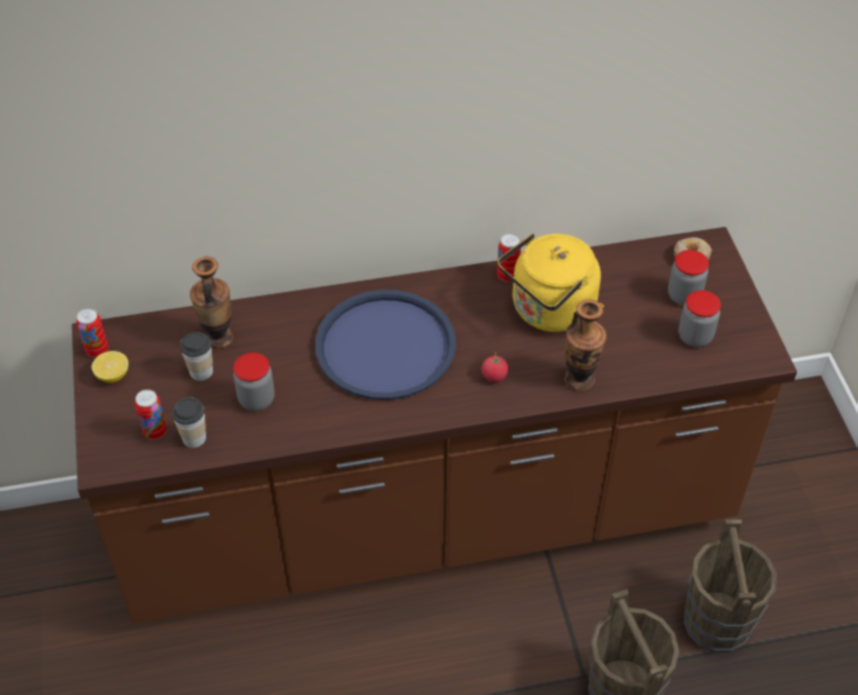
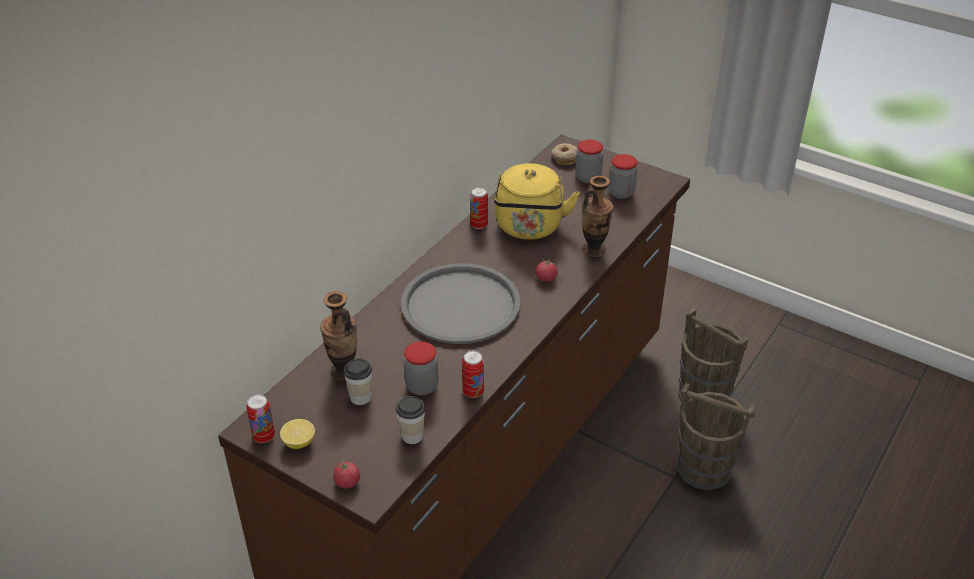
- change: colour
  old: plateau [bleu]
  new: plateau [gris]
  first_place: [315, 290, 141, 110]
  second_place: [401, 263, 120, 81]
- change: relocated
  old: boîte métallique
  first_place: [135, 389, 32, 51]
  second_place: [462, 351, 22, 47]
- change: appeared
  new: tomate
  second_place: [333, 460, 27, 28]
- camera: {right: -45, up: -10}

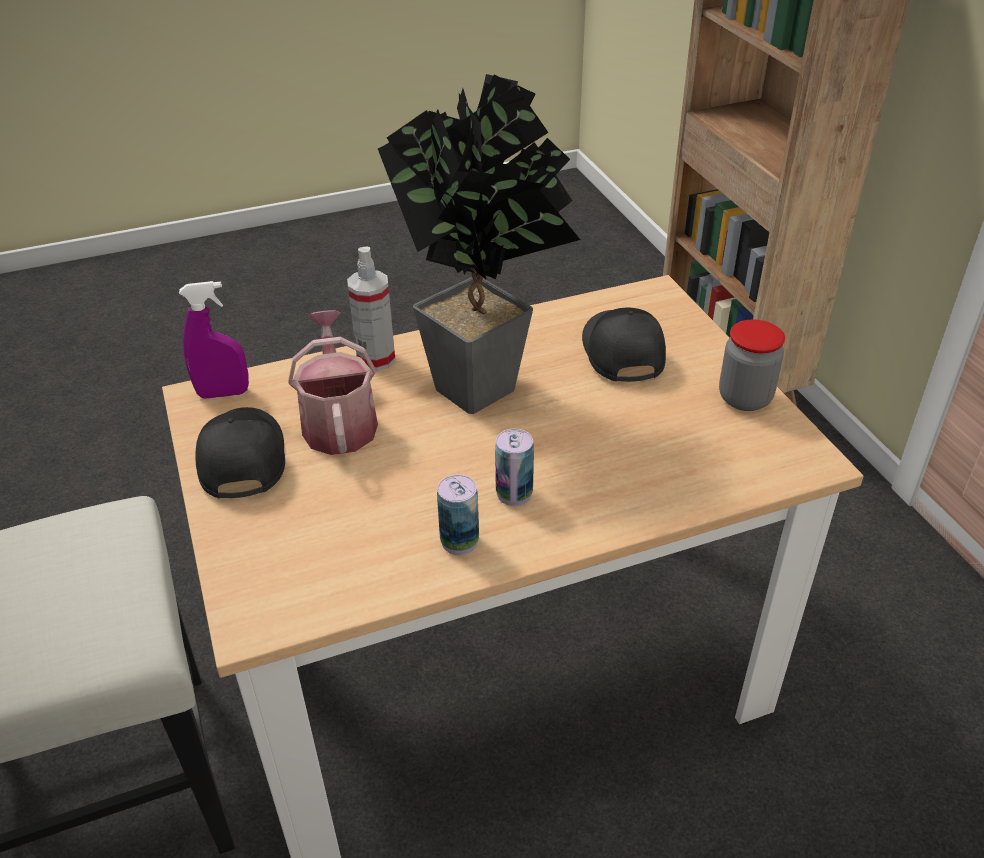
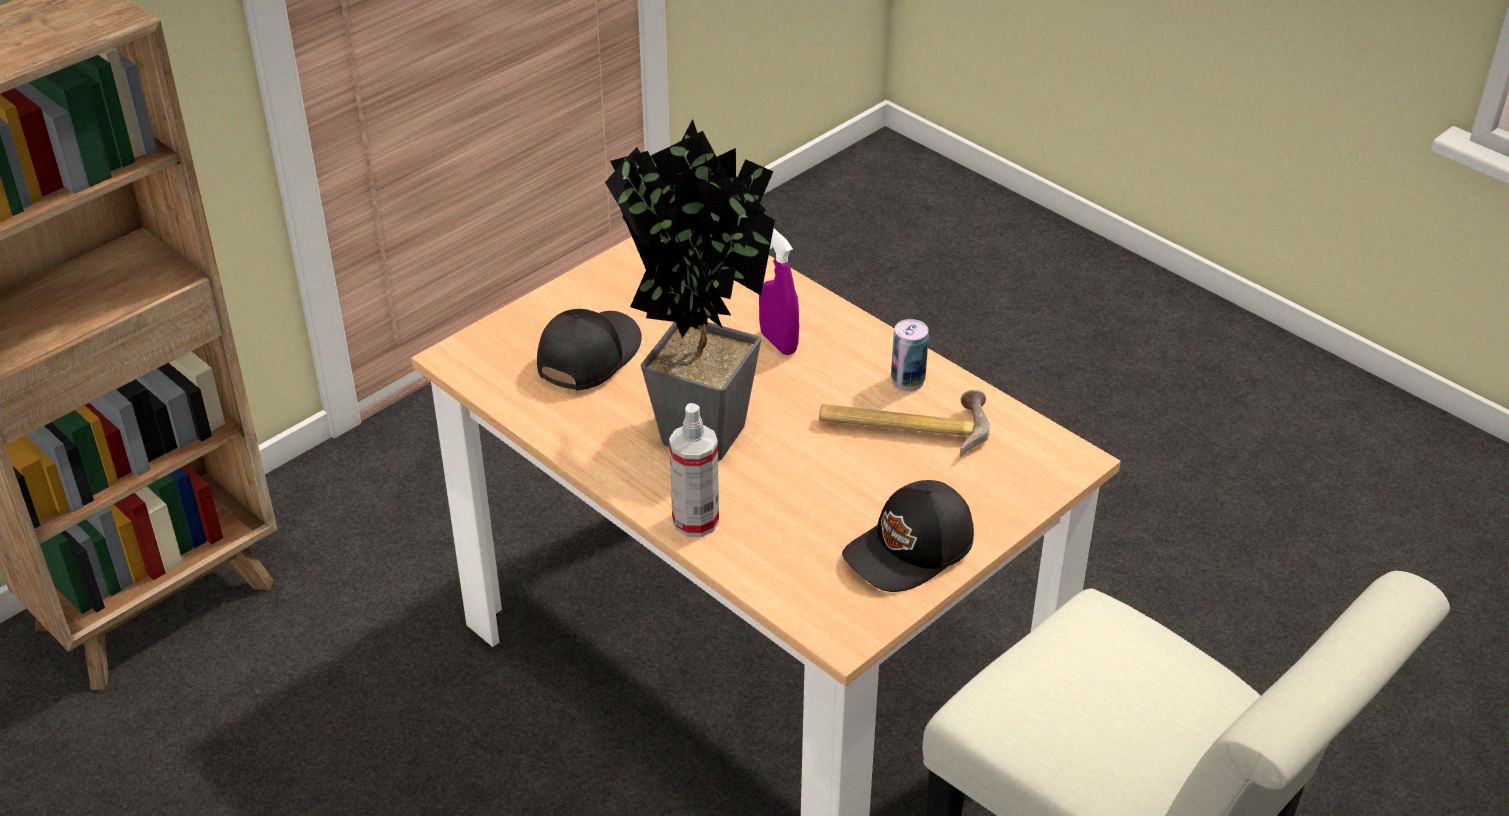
- change: relocated
  old: vaporisateur [violet]
  first_place: [179, 281, 70, 118]
  second_place: [759, 229, 40, 126]
- change: spun
  old: casquette [noir]
  first_place: [582, 308, 84, 74]
  second_place: [537, 309, 105, 81]
  degrees: 150
- change: missing
  old: arrosoir
  first_place: [288, 310, 90, 145]
- change: missing
  old: bocal
  first_place: [719, 320, 66, 91]
- change: missing
  old: boîte métallique
  first_place: [495, 429, 39, 77]
- change: appeared
  new: marteau
  second_place: [819, 389, 171, 68]
- camera: {right: -115, up: 0}

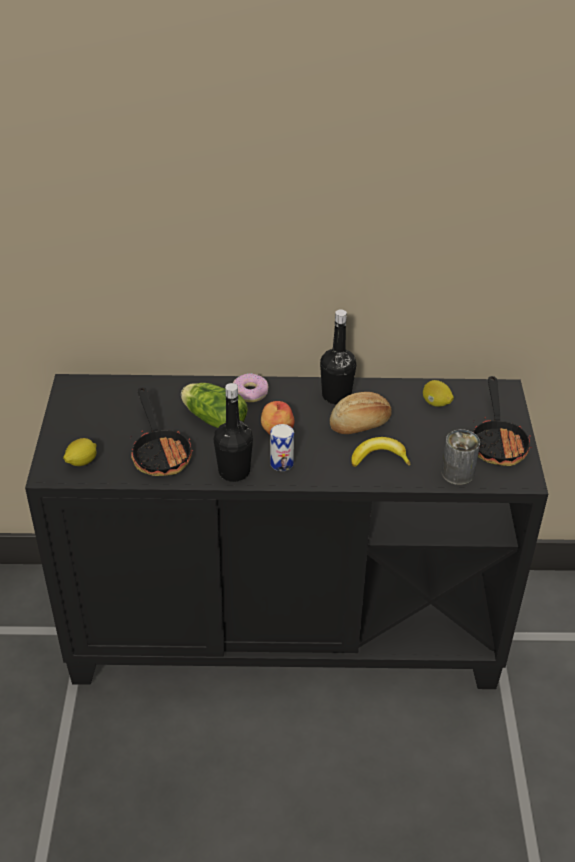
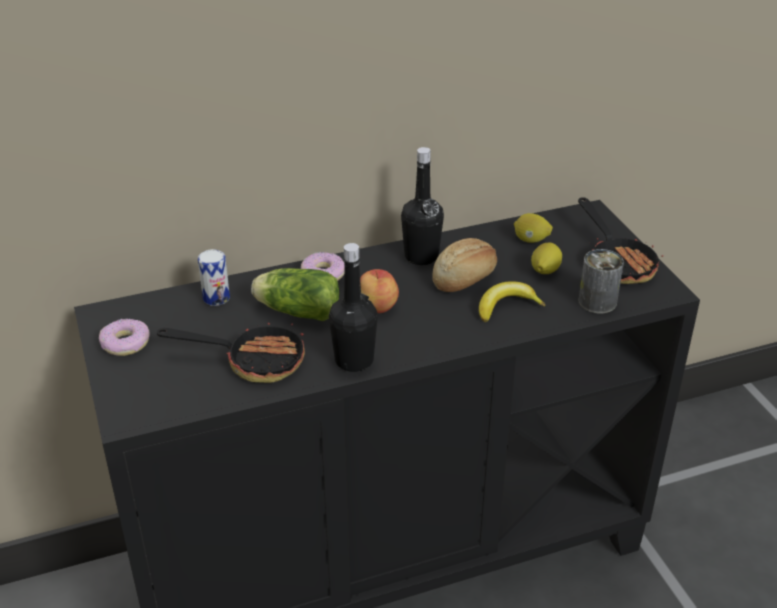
- change: spun
  old: poêle
  first_place: [131, 387, 62, 89]
  second_place: [157, 323, 148, 60]
  degrees: -45
- change: relocated
  old: boîte métallique
  first_place: [270, 424, 24, 47]
  second_place: [198, 249, 32, 57]
- change: relocated
  old: citron
  first_place: [63, 438, 34, 28]
  second_place: [531, 243, 31, 31]
- change: appeared
  new: beignet
  second_place: [99, 319, 51, 37]
- camera: {right: -20, up: -5}

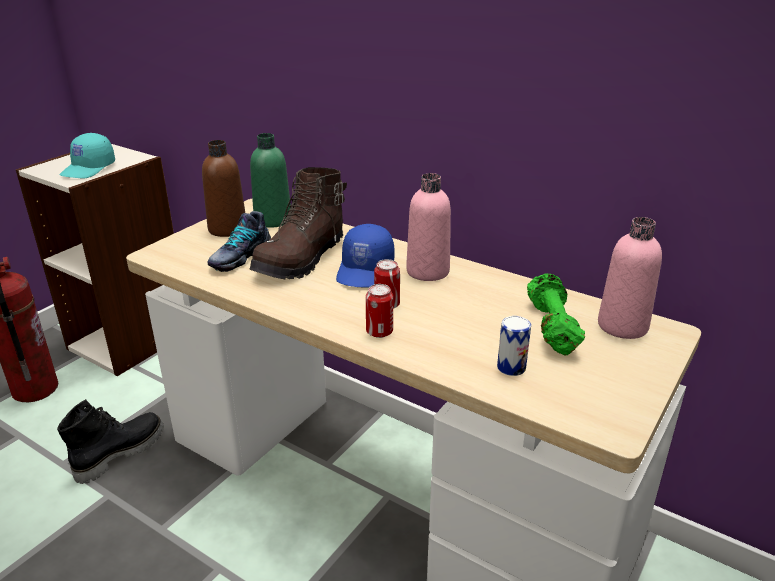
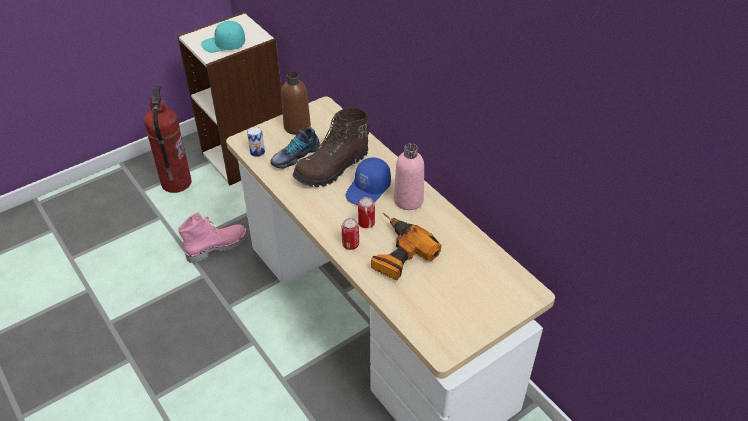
- change: spun
  old: casquette [turquoise]
  first_place: [59, 133, 56, 45]
  second_place: [201, 21, 44, 31]
  degrees: 45
- change: missing
  old: bouteille [vert]
  first_place: [250, 133, 41, 95]
- change: missing
  old: bouteille [rose]
  first_place: [598, 217, 64, 122]
- change: missing
  old: haltère [vert]
  first_place: [527, 273, 58, 83]
- change: relocated
  old: boîte métallique
  first_place: [497, 316, 34, 60]
  second_place: [247, 127, 18, 30]
- change: colour
  old: botte [noir]
  new: botte [rose]
  first_place: [57, 399, 107, 85]
  second_place: [178, 212, 70, 51]
- change: appeared
  new: perceuse
  second_place: [371, 213, 70, 68]
- camera: {right: 20, up: 15}

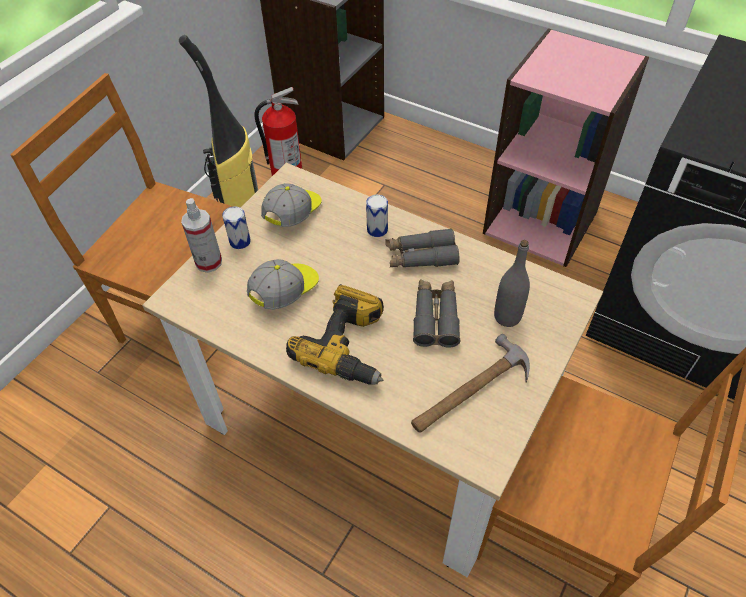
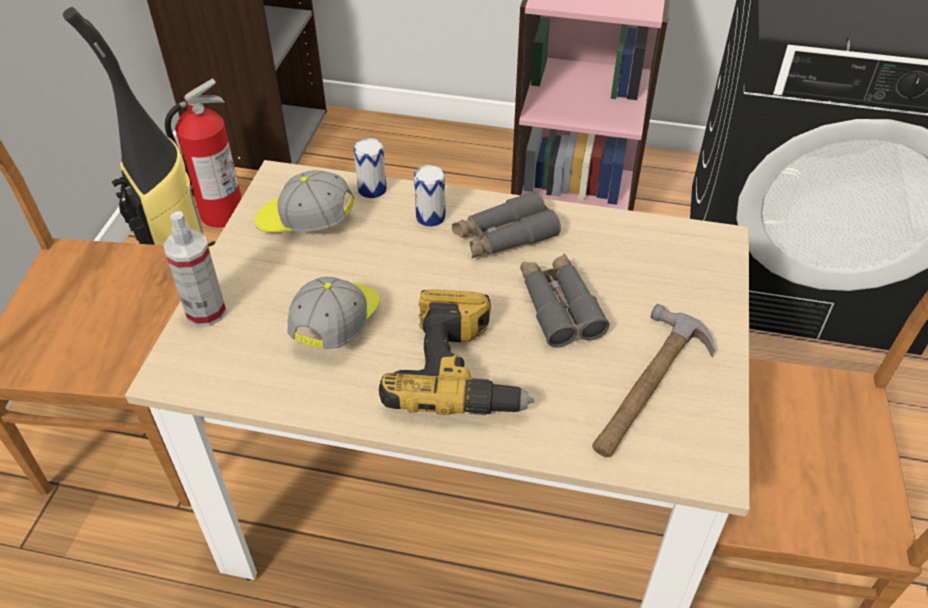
- change: spun
  old: casquette
  first_place: [261, 183, 61, 44]
  second_place: [254, 170, 100, 62]
  degrees: -90
- change: relocated
  old: boîte métallique
  first_place: [222, 206, 29, 43]
  second_place: [353, 138, 34, 60]
- change: missing
  old: bouteille [gris]
  first_place: [494, 240, 36, 87]
- camera: {right: -20, up: -5}

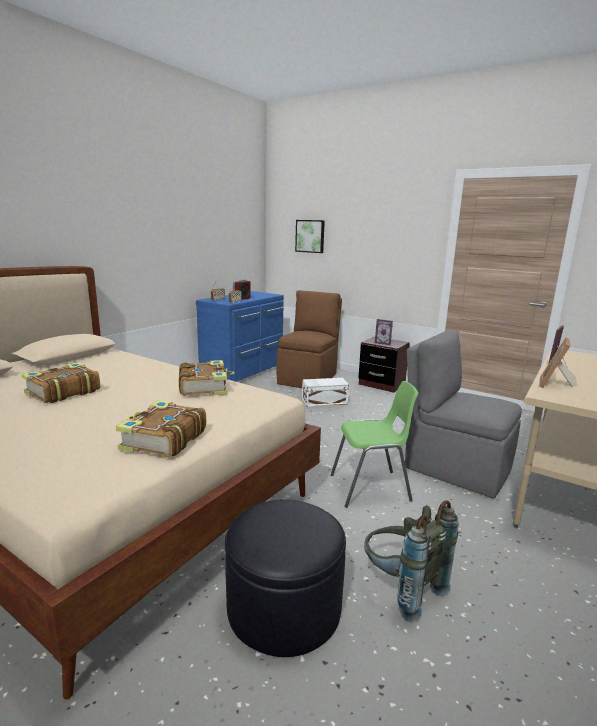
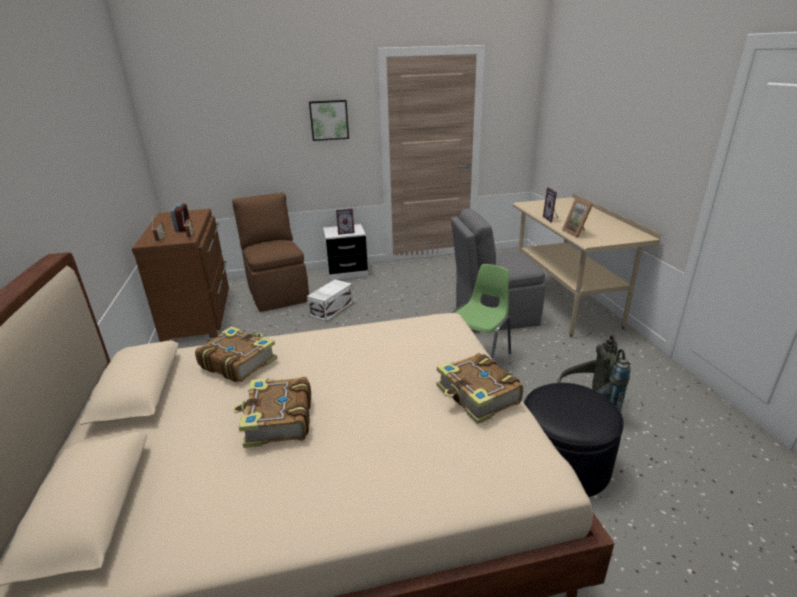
- change: relocated
  old: tableau
  first_place: [295, 220, 30, 33]
  second_place: [309, 100, 40, 41]
- change: colour
  old: commode [bleu]
  new: commode [marron]
  first_place: [196, 291, 88, 91]
  second_place: [132, 209, 97, 133]
- change: colour
  old: table de chevet [marron]
  new: table de chevet [blanc]
  first_place: [358, 336, 52, 57]
  second_place: [323, 224, 45, 56]
- change: relocated
  old: livre
  first_place: [179, 360, 56, 36]
  second_place: [195, 326, 82, 56]
- camera: {right: -45, up: 10}

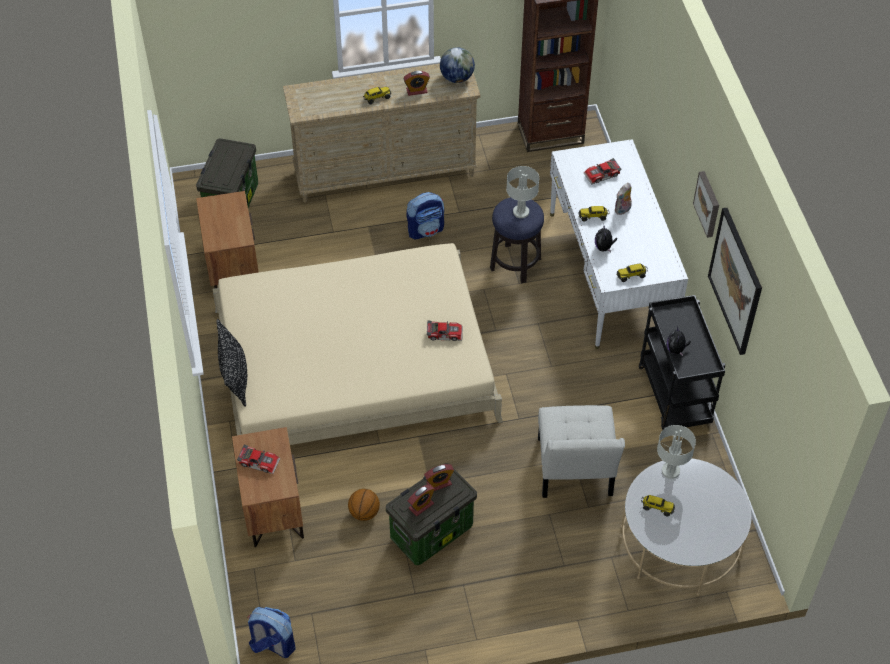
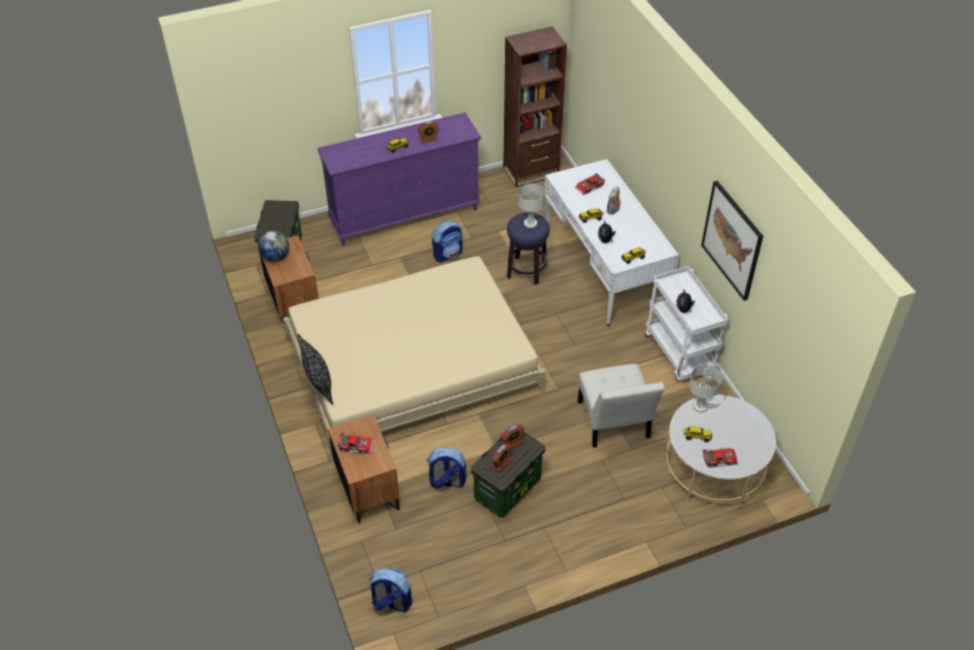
- change: relocated
  old: globe
  first_place: [440, 47, 35, 36]
  second_place: [258, 231, 31, 31]
- change: colour
  old: commode [beige]
  new: commode [violet]
  first_place: [283, 64, 198, 138]
  second_place: [318, 112, 163, 134]
- change: missing
  old: tableau
  first_place: [693, 171, 26, 67]
- change: colour
  old: chariot [noir]
  new: chariot [blanc]
  first_place: [639, 295, 86, 135]
  second_place: [645, 266, 83, 115]
- change: relocated
  old: petite voiture
  first_place: [427, 320, 36, 21]
  second_place: [703, 448, 35, 20]
- change: exchanged
  old: ballon de basket
  new: sac à dos
  first_place: [348, 489, 32, 32]
  second_place: [427, 447, 39, 41]
- camera: {right: -10, up: -5}

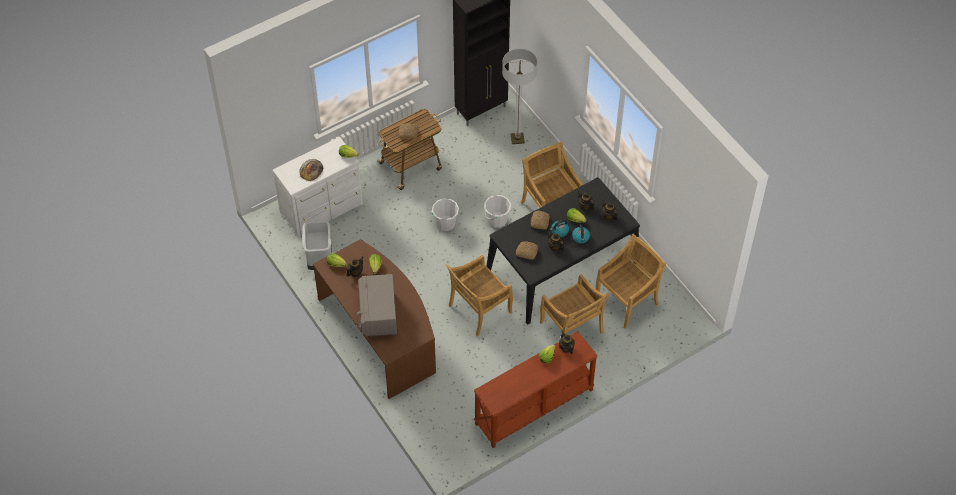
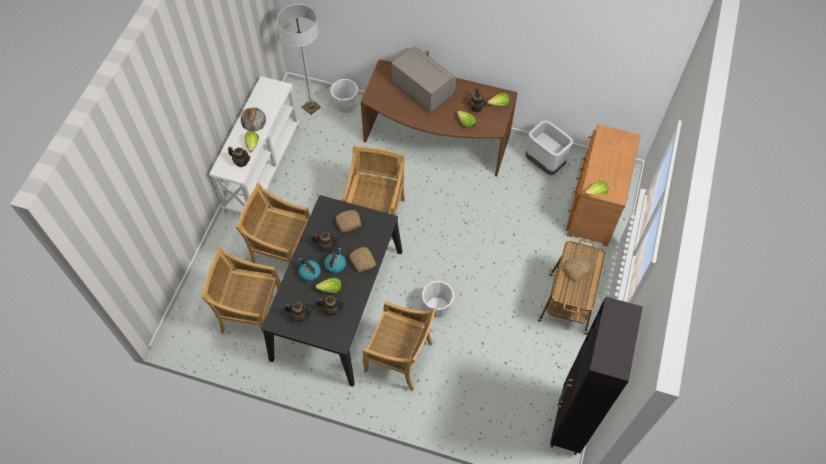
- change: relocated
  old: lampadaire
  first_place: [502, 48, 36, 96]
  second_place: [277, 4, 44, 111]
- change: colour
  old: commode [blanc]
  new: commode [marron]
  first_place: [272, 137, 91, 100]
  second_place: [566, 124, 75, 122]
- change: relocated
  old: pain
  first_place: [299, 159, 25, 22]
  second_place: [241, 107, 25, 24]
- change: relocated
  old: seau [blanc]
  first_place: [431, 198, 28, 33]
  second_place: [331, 79, 28, 34]
- change: spun
  old: chaise [beige]
  first_place: [596, 233, 70, 96]
  second_place: [201, 247, 80, 87]
  degrees: 90
- change: colour
  old: table console [marron]
  new: table console [blanc]
  first_place: [474, 331, 124, 117]
  second_place: [209, 76, 91, 137]
- camera: {right: 140, up: 5}

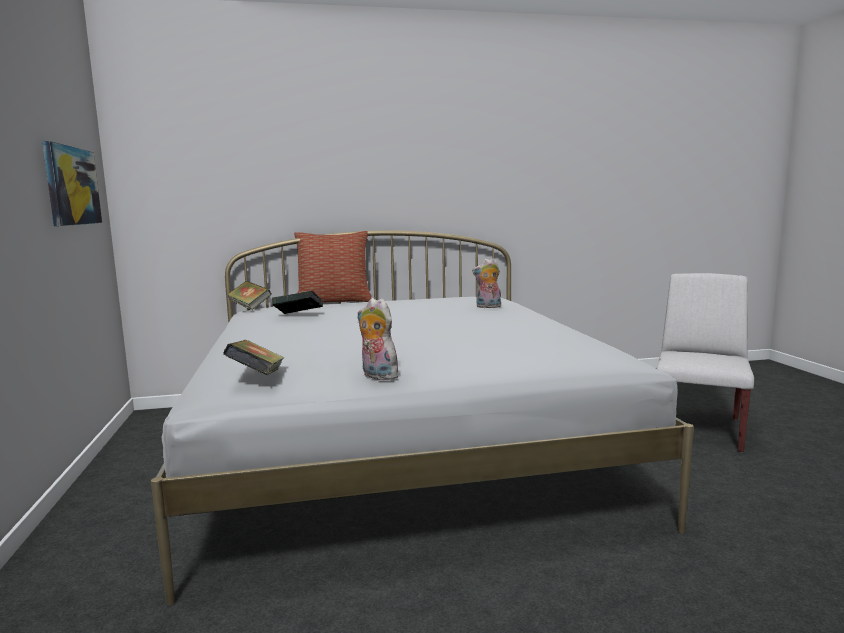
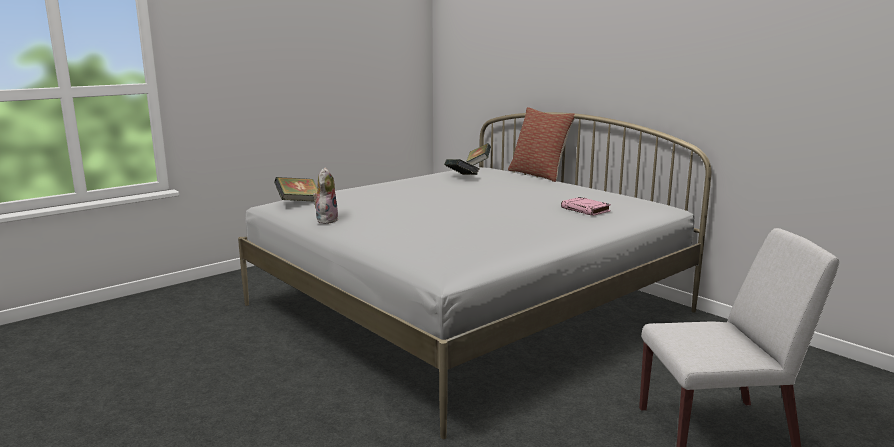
- change: missing
  old: tableau
  first_place: [42, 141, 60, 85]
- change: exchanged
  old: peluche
  new: livre [rose]
  first_place: [472, 258, 29, 50]
  second_place: [561, 197, 50, 19]
- camera: {right: 60, up: 5}

